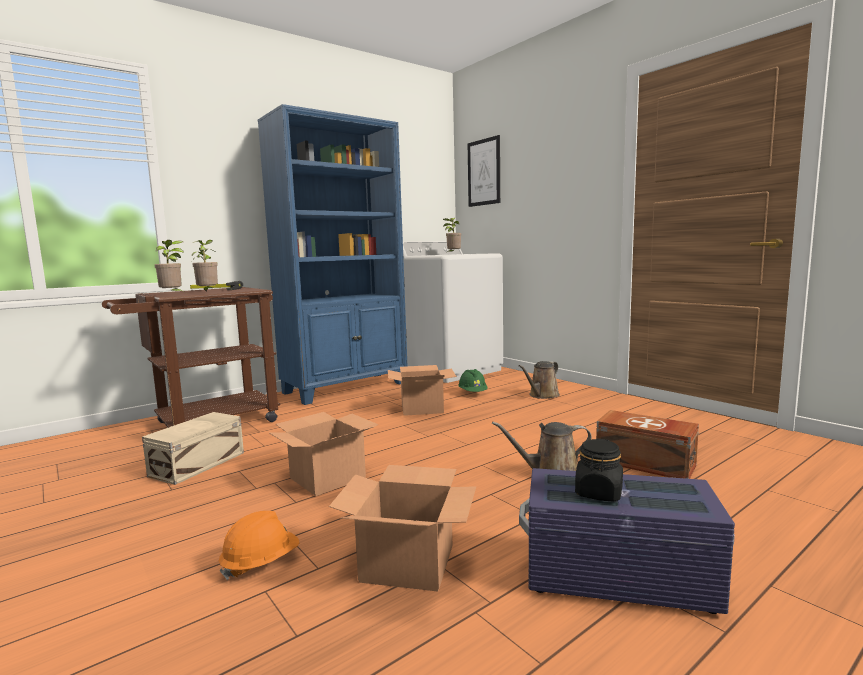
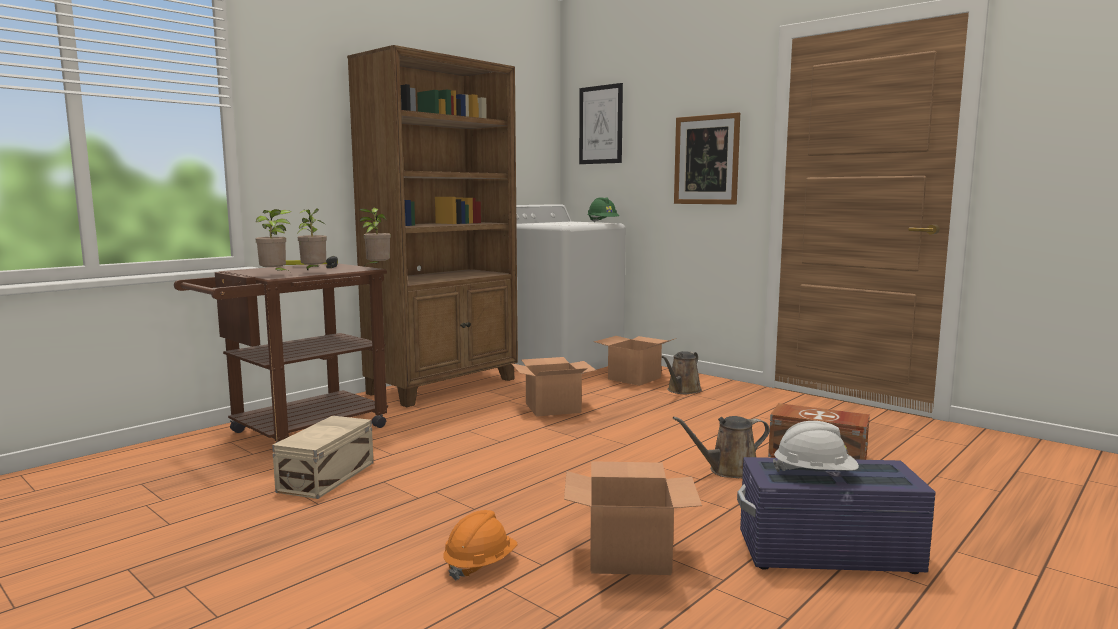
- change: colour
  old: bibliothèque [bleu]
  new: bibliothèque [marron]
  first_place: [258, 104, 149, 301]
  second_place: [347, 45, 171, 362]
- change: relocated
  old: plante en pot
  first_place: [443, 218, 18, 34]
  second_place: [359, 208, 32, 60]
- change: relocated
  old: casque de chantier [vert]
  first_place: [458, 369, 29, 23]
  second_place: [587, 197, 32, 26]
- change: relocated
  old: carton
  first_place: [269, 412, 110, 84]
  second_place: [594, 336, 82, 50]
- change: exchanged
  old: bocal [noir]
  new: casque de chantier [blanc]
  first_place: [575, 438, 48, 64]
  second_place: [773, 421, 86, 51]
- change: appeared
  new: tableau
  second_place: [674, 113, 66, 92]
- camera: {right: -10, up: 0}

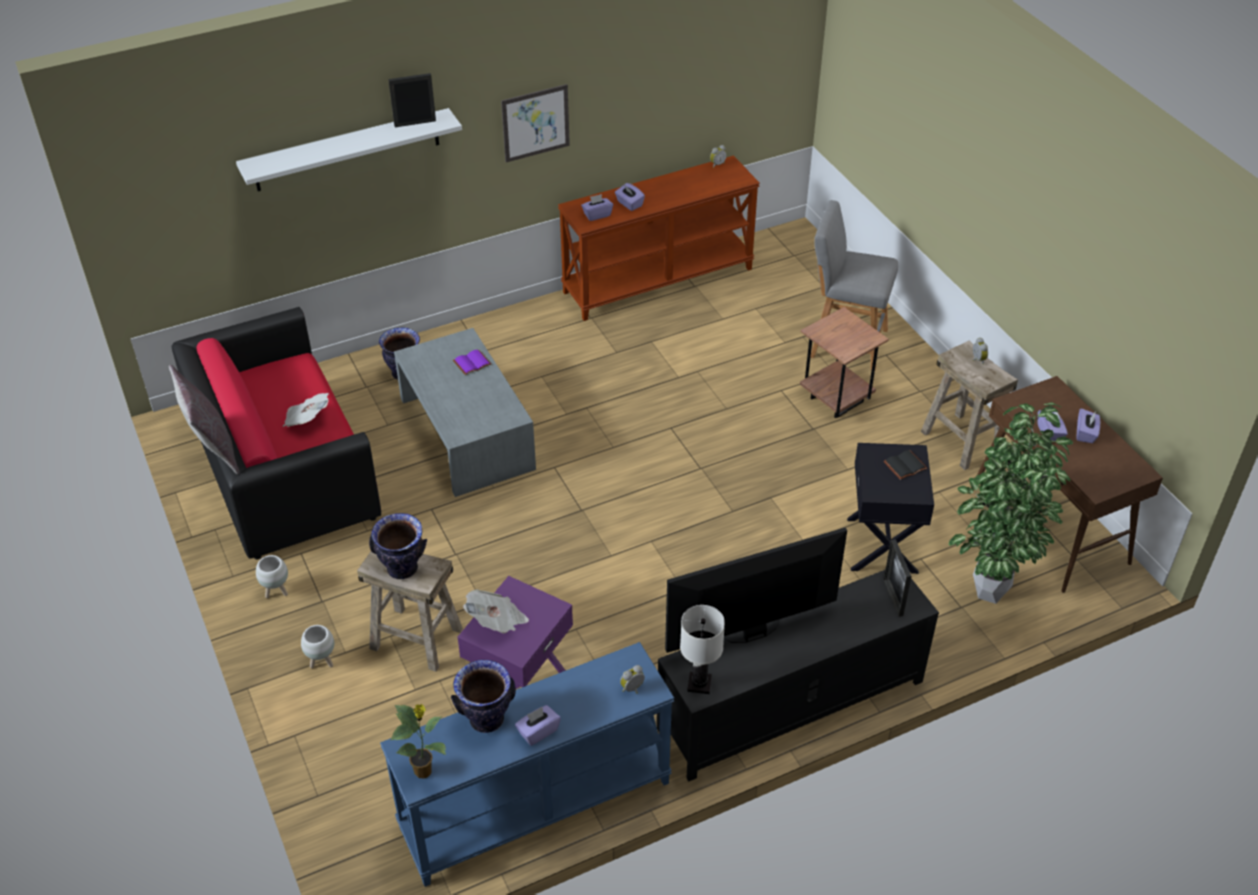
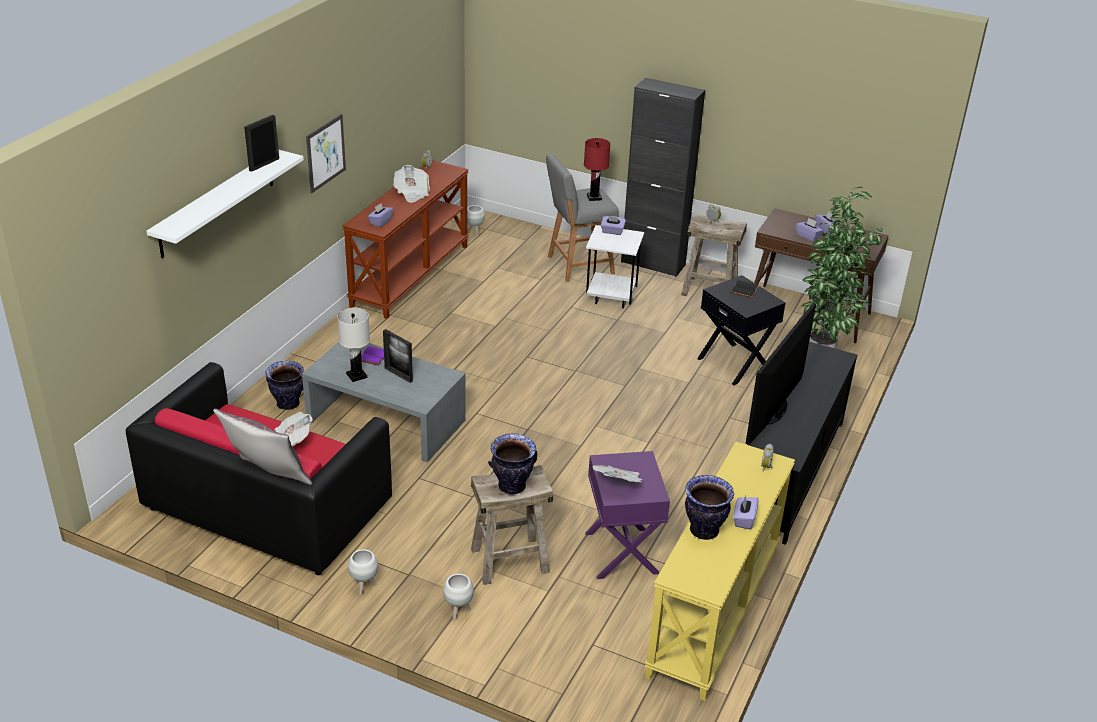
- change: relocated
  old: boîte à mouchoirs [violet]
  first_place: [615, 183, 30, 28]
  second_place: [601, 216, 25, 19]
- change: colour
  old: table d'appoint [marron]
  new: table d'appoint [blanc]
  first_place: [800, 307, 89, 111]
  second_place: [586, 225, 58, 84]
- change: relocated
  old: cadre photo
  first_place: [884, 539, 28, 78]
  second_place: [383, 329, 30, 54]
- change: relocated
  old: lampe de table [blanc]
  first_place: [680, 605, 45, 89]
  second_place: [337, 308, 33, 74]
- change: colour
  old: table console [bleu]
  new: table console [jaune]
  first_place: [380, 642, 294, 245]
  second_place: [644, 442, 151, 259]
- change: missing
  old: plante en pot
  first_place: [391, 704, 55, 74]
- change: appeared
  new: meuble de rangement [noir]
  second_place: [621, 78, 84, 199]
- change: appeared
  new: lampe de table [rouge]
  second_place: [584, 138, 26, 63]
- change: appeared
  new: journal
  second_place: [393, 165, 37, 38]
- change: appeared
  new: cache-pot [blanc]
  second_place: [467, 205, 18, 31]
- camera: {right: -40, up: -10}

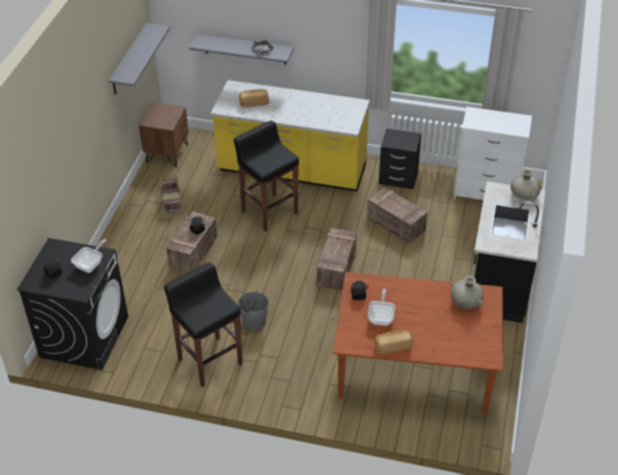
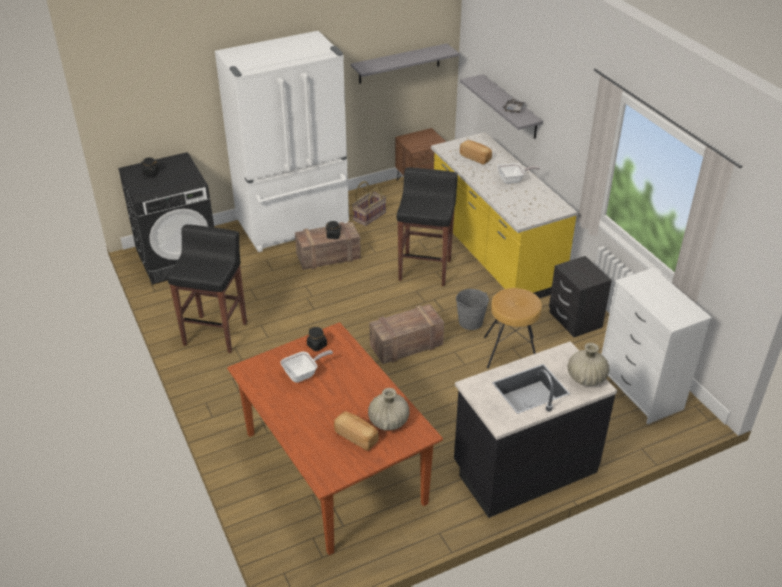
- change: exchanged
  old: caisse
  new: tabouret [marron]
  first_place: [367, 187, 60, 57]
  second_place: [484, 288, 58, 80]
- change: relocated
  old: poêle
  first_place: [71, 239, 36, 34]
  second_place: [497, 163, 43, 21]
- change: relocated
  old: seau [gris]
  first_place: [238, 290, 31, 40]
  second_place: [456, 289, 33, 41]
- change: relocated
  old: pain
  first_place: [375, 330, 38, 24]
  second_place: [334, 411, 45, 40]
- change: appeared
  new: réfrigérateur [blanc]
  second_place: [215, 31, 134, 221]
- camera: {right: 50, up: -5}

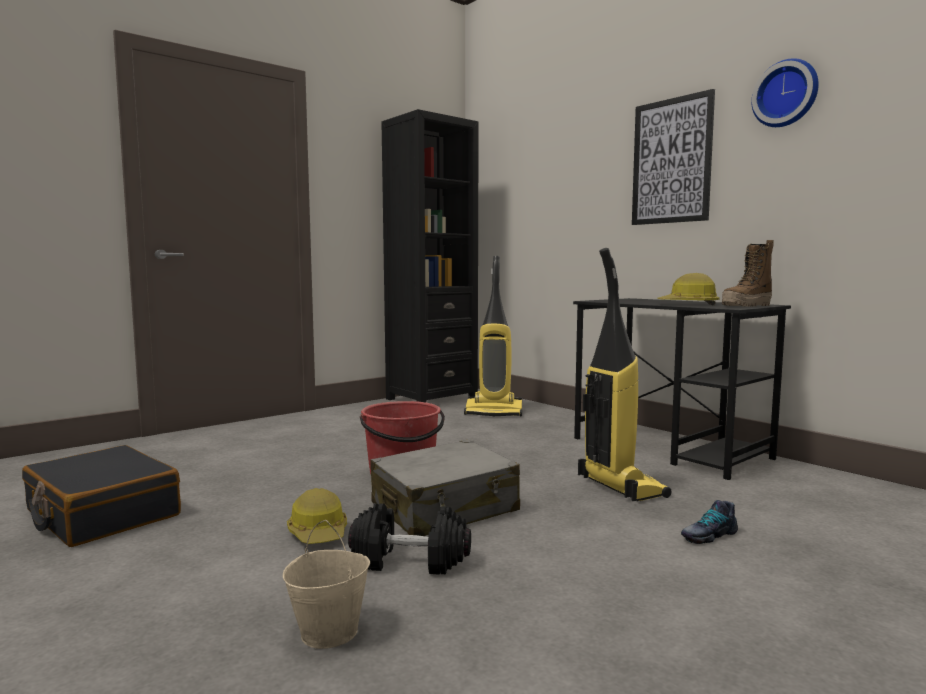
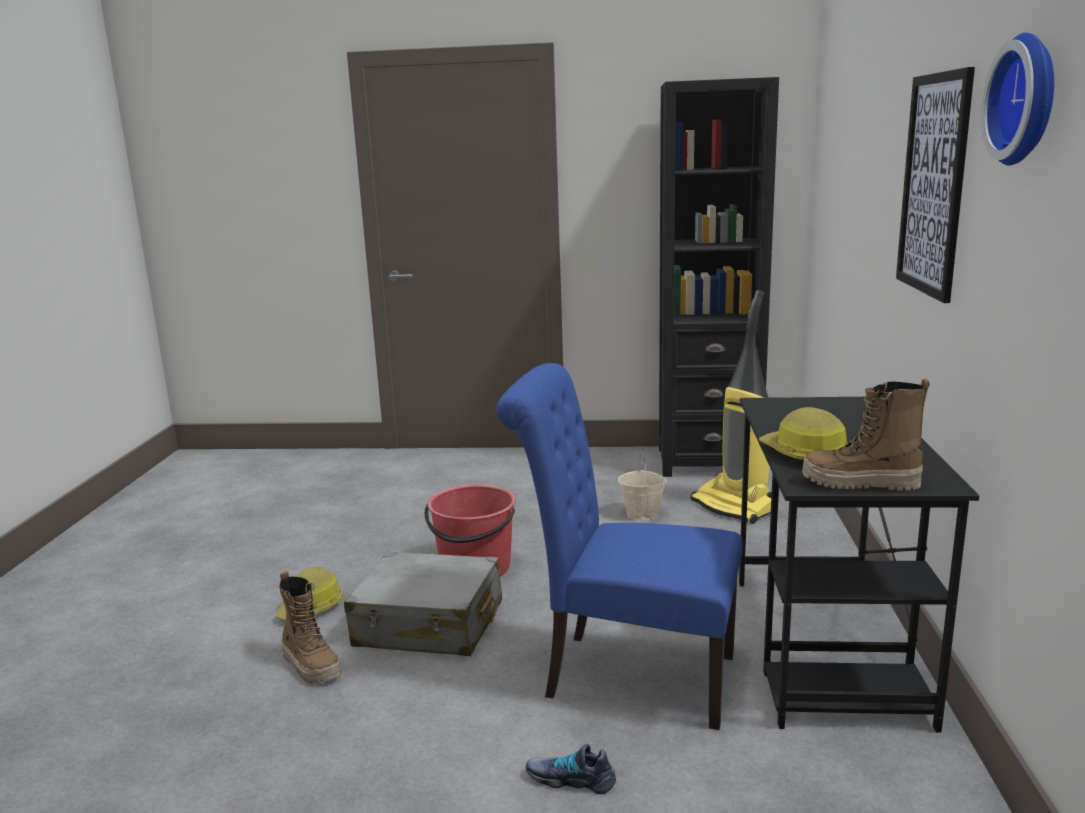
- change: exchanged
  old: aspirateur
  new: chaise [bleu]
  first_place: [578, 248, 94, 253]
  second_place: [496, 363, 247, 367]
- change: missing
  old: valise [noir]
  first_place: [22, 445, 159, 102]
- change: exchanged
  old: haltère [noir]
  new: botte
  first_place: [348, 503, 123, 71]
  second_place: [279, 571, 62, 113]
- change: relocated
  old: seau [beige]
  first_place: [283, 520, 87, 129]
  second_place: [618, 454, 49, 66]
- camera: {right: 45, up: 10}

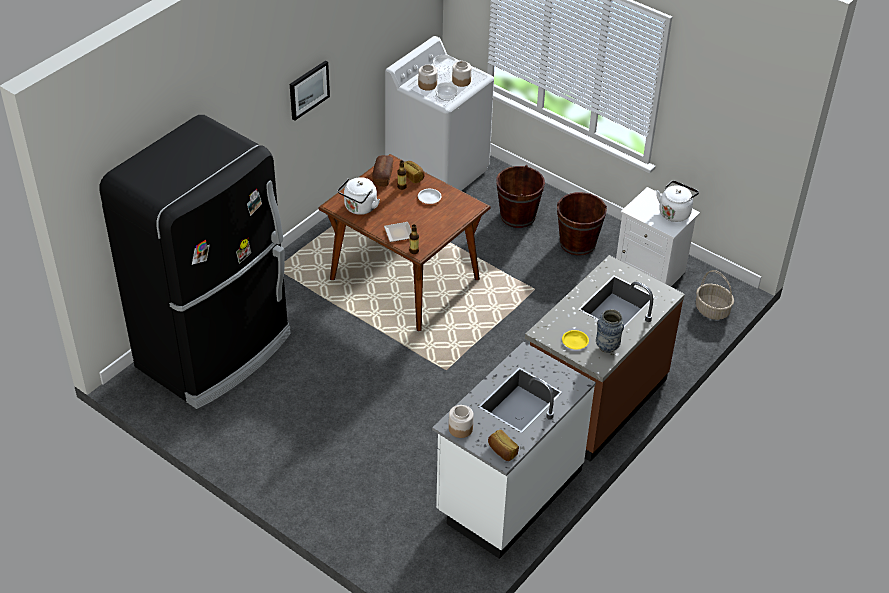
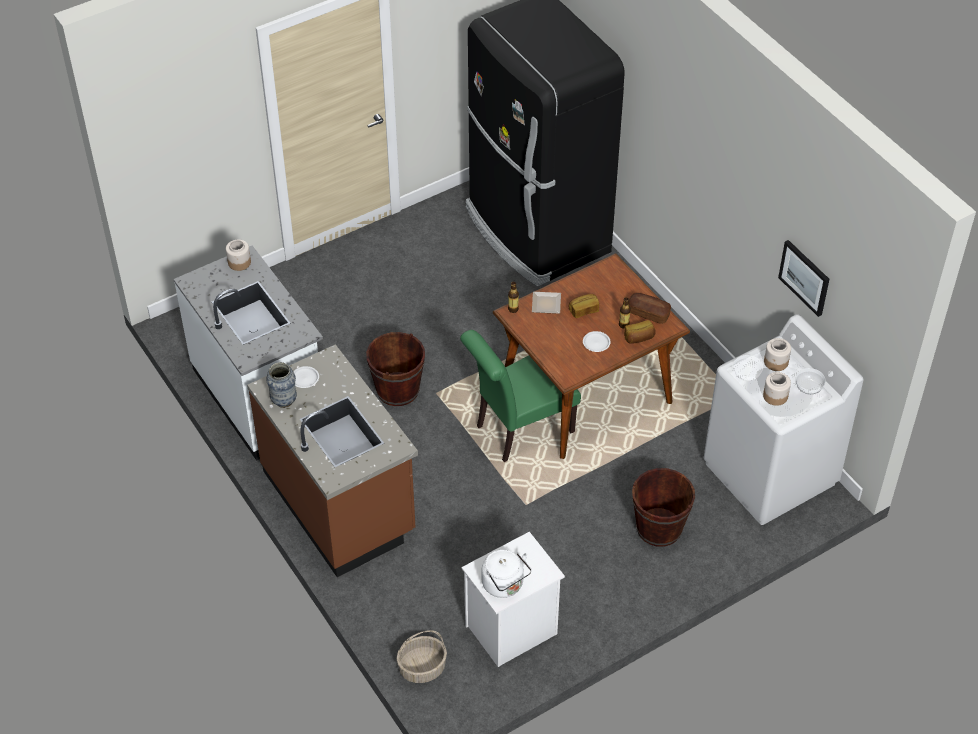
- change: relocated
  old: tableau
  first_place: [290, 60, 40, 61]
  second_place: [778, 240, 51, 77]
- change: missing
  old: bouilloire [blanc]
  first_place: [338, 177, 42, 38]
- change: relocated
  old: seau [marron]
  first_place: [557, 192, 50, 63]
  second_place: [366, 332, 59, 74]
- change: colour
  old: assiette [jaune]
  new: assiette [blanc]
  first_place: [562, 330, 27, 19]
  second_place: [293, 366, 26, 22]
- change: relocated
  old: pain
  first_place: [488, 430, 31, 31]
  second_place: [568, 294, 31, 24]
- change: appeared
  new: chaise [vert]
  second_place: [460, 330, 121, 132]
- camera: {right: 110, up: 5}

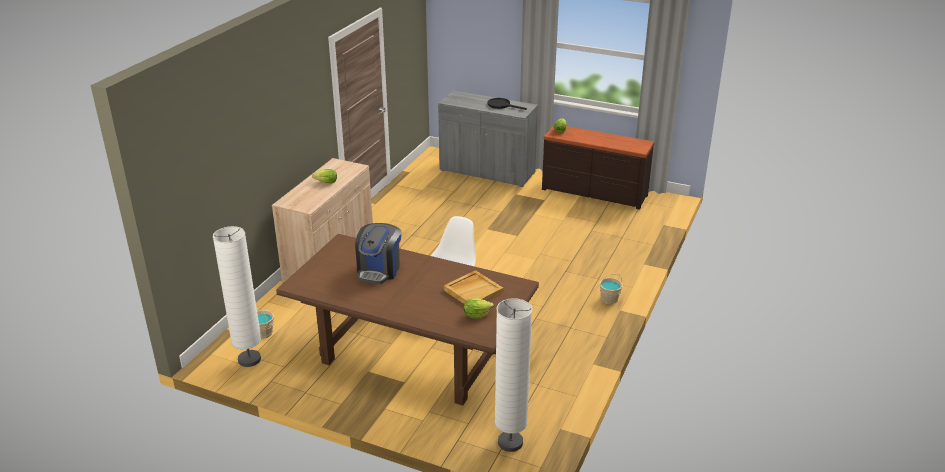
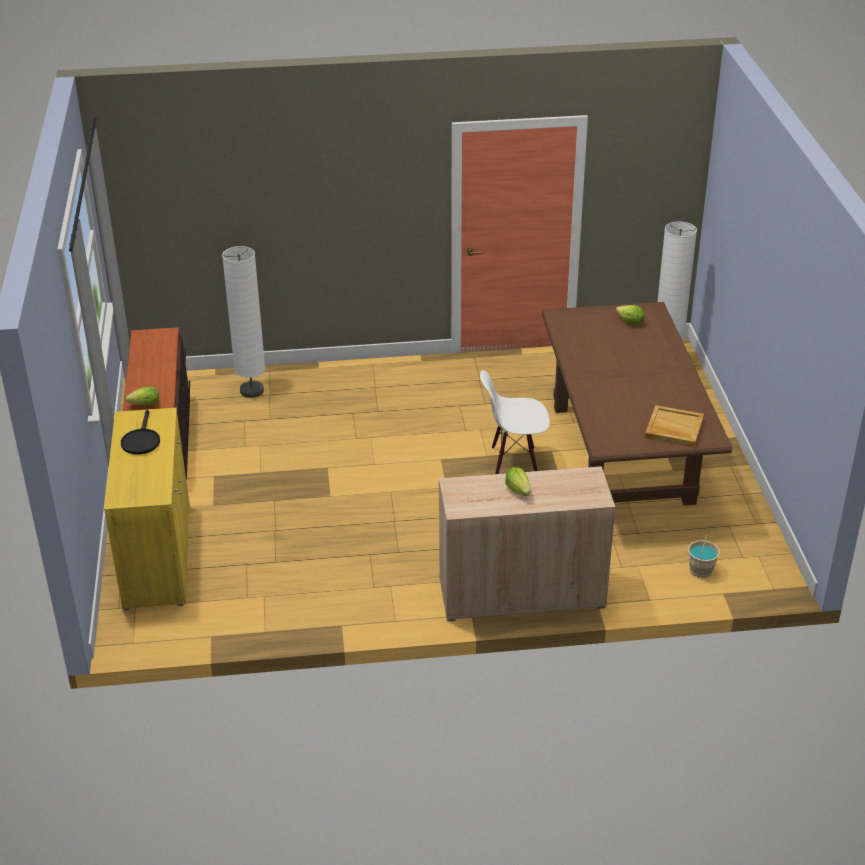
- change: colour
  old: meuble de rangement [gris]
  new: meuble de rangement [jaune]
  first_place: [438, 90, 100, 97]
  second_place: [104, 408, 86, 202]
- change: missing
  old: machine à café
  first_place: [355, 223, 46, 61]
- change: relocated
  old: lampadaire [blanc]
  first_place: [213, 226, 48, 141]
  second_place: [222, 246, 43, 152]
- change: relocated
  old: plateau [beige]
  first_place: [444, 270, 59, 34]
  second_place: [645, 405, 59, 43]
- change: missing
  old: seau [beige]
  first_place: [599, 274, 24, 31]
- camera: {right: -120, up: 5}

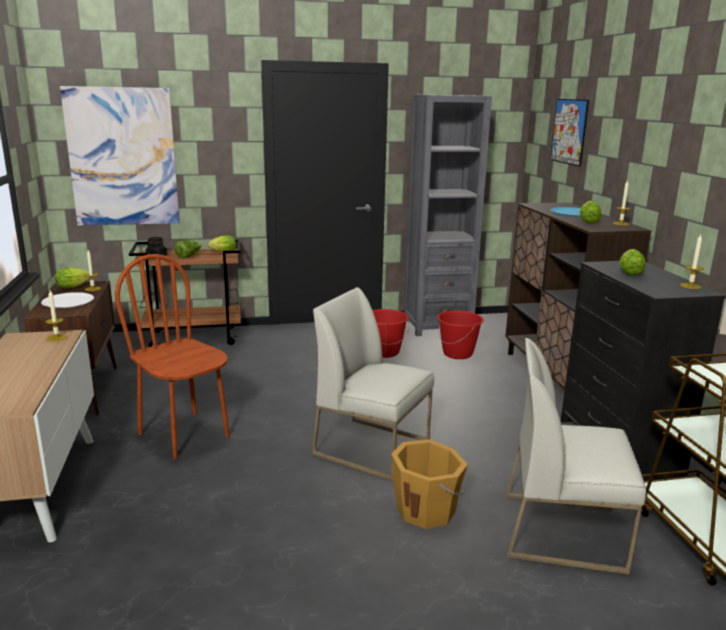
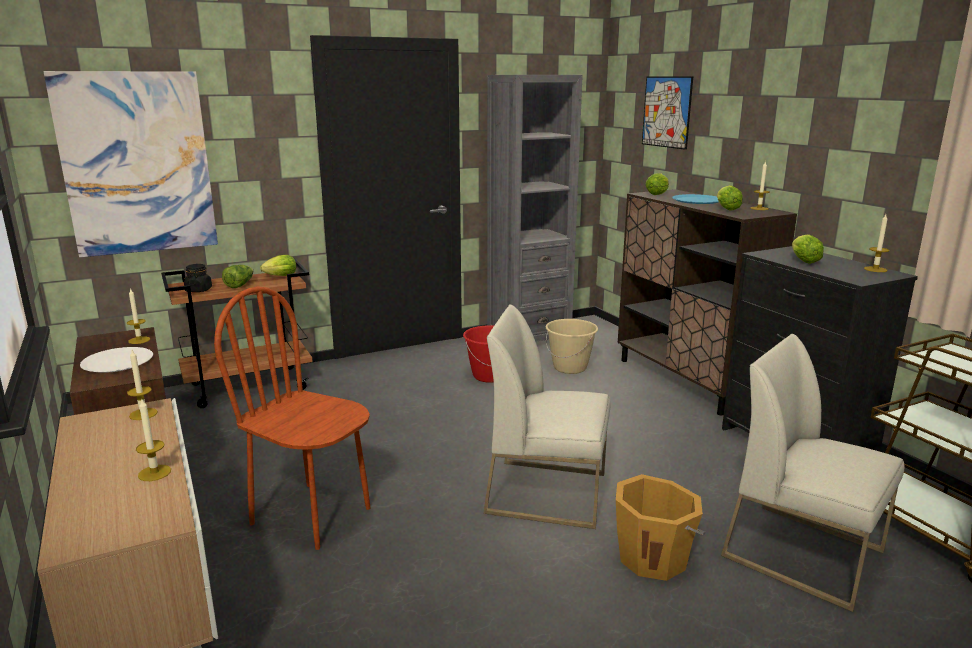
- change: relocated
  old: laitue
  first_place: [55, 268, 35, 20]
  second_place: [645, 173, 24, 22]
- change: colour
  old: seau [rouge]
  new: seau [beige]
  first_place: [437, 311, 47, 48]
  second_place: [546, 319, 52, 55]
- change: spun
  old: chaise [blanc]
  first_place: [506, 338, 140, 237]
  second_place: [721, 334, 183, 278]
  degrees: 45
- change: appeared
  new: bougie
  second_place: [136, 400, 35, 81]
- camera: {right: -15, up: 0}

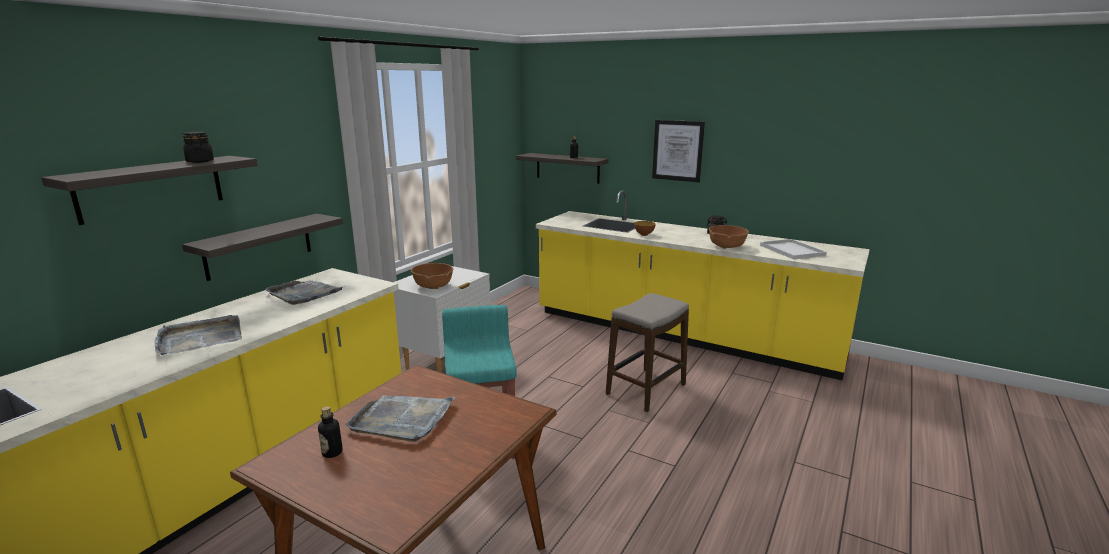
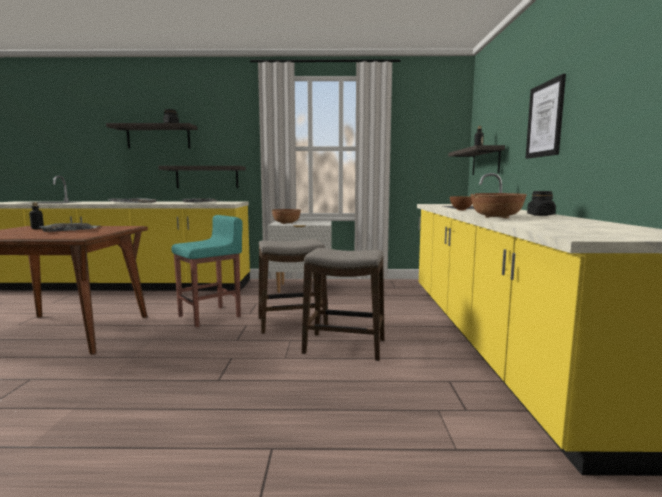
- change: missing
  old: plateau [blanc]
  first_place: [760, 239, 67, 20]
- change: appeared
  new: tabouret
  second_place: [259, 239, 69, 95]
- camera: {right: 60, up: -10}

